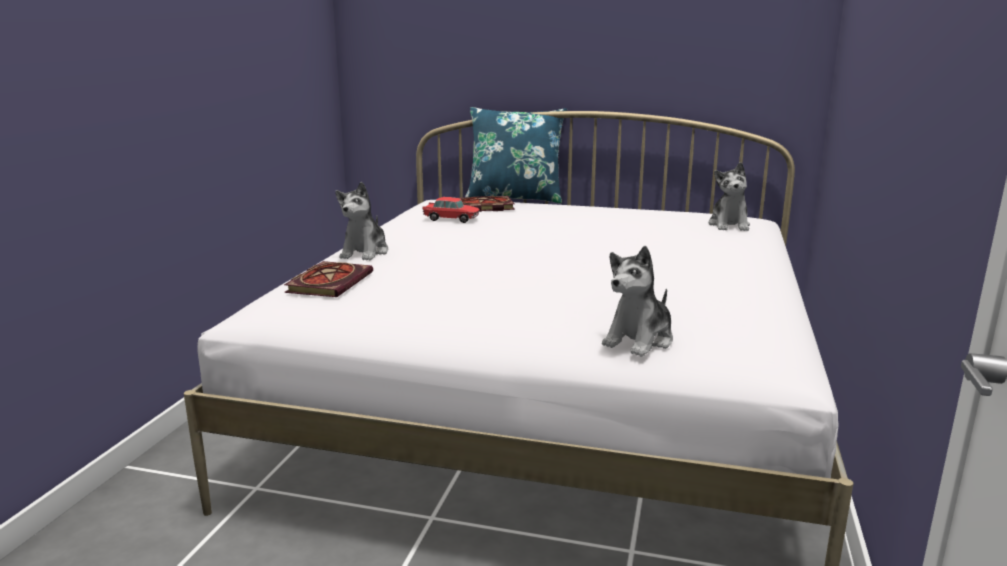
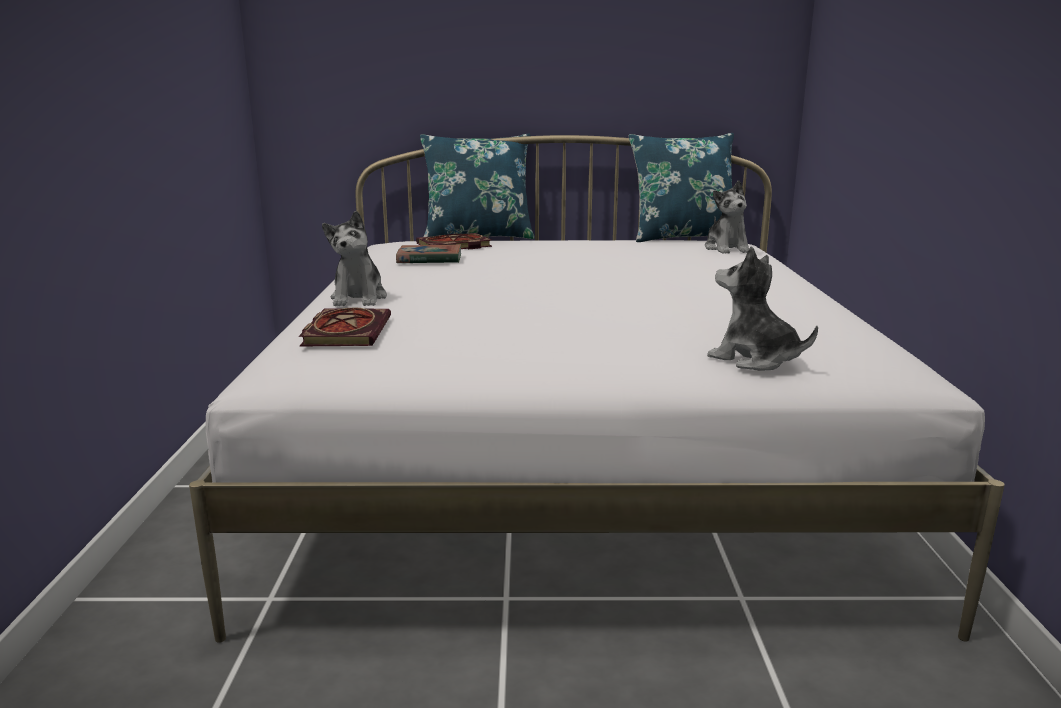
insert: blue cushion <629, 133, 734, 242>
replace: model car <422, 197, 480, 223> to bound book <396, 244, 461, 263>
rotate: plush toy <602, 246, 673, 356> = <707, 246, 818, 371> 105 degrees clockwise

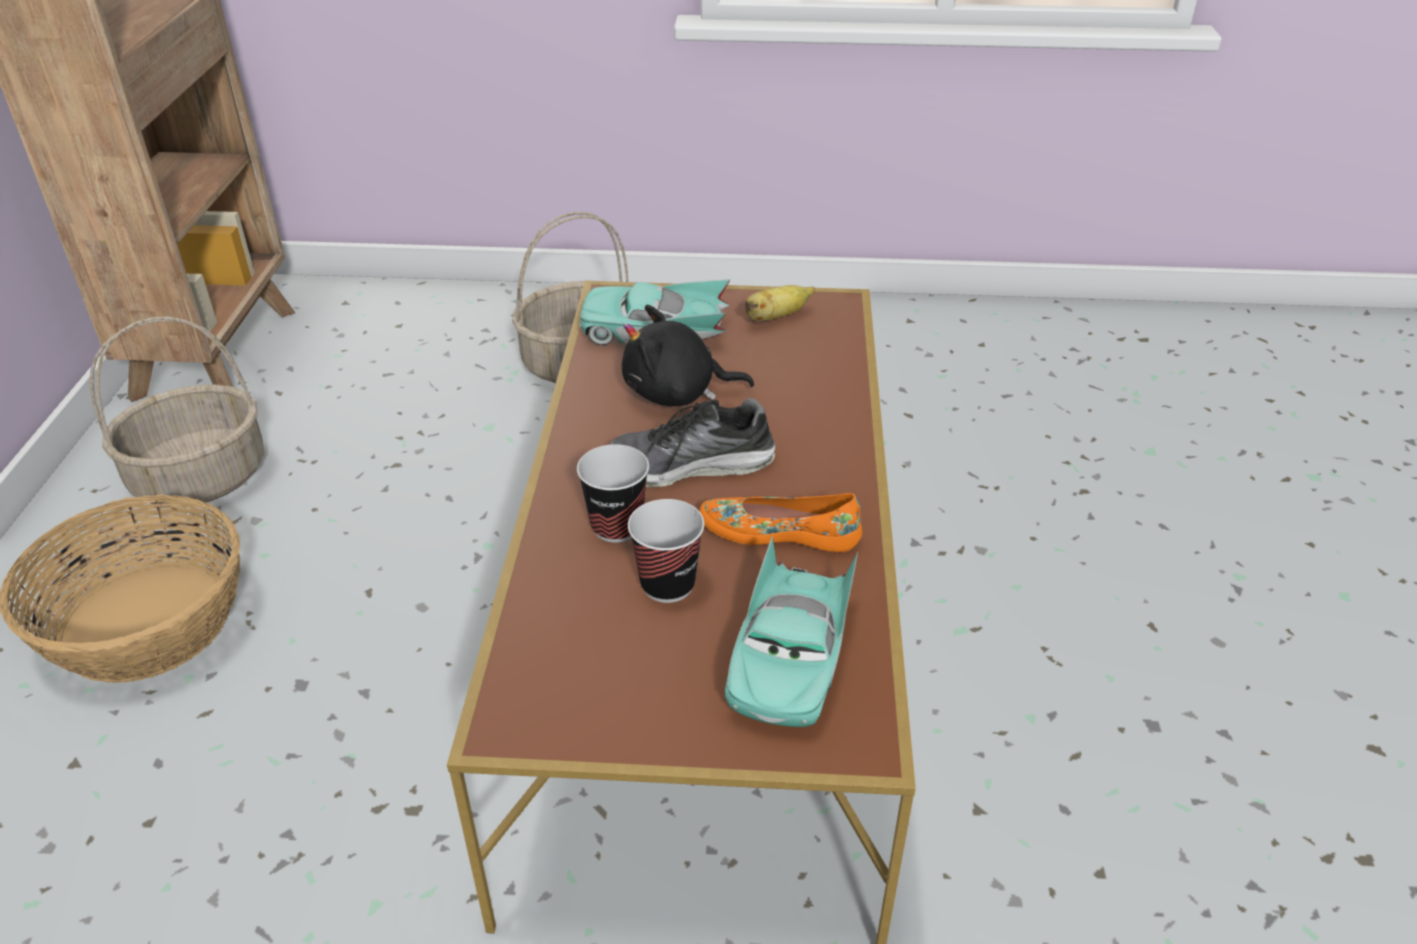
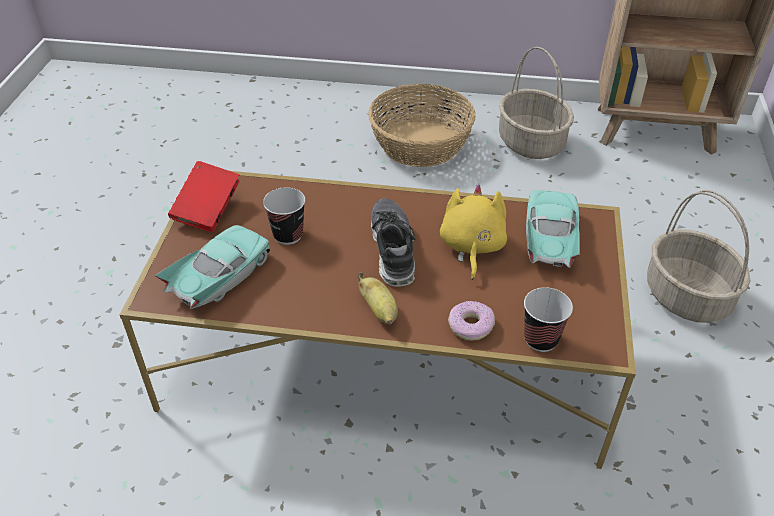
delete: orange item of footwear <699, 493, 862, 552>
insert: red bound book <168, 161, 240, 232>; donut <448, 301, 495, 341>
move: whole banana <745, 285, 815, 321> to <357, 272, 398, 325>; drinking cup <577, 444, 649, 543> to <524, 287, 573, 352>
recolor: black plush toy <622, 305, 754, 406> to yellow plush toy <440, 184, 507, 280>
rotate: turquoise-coloured model car <725, 535, 858, 727> = <155, 225, 270, 309> 105 degrees clockwise

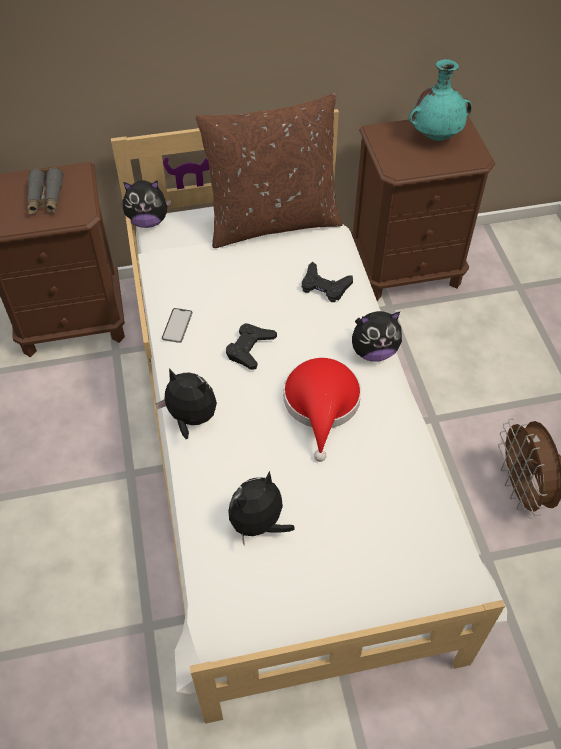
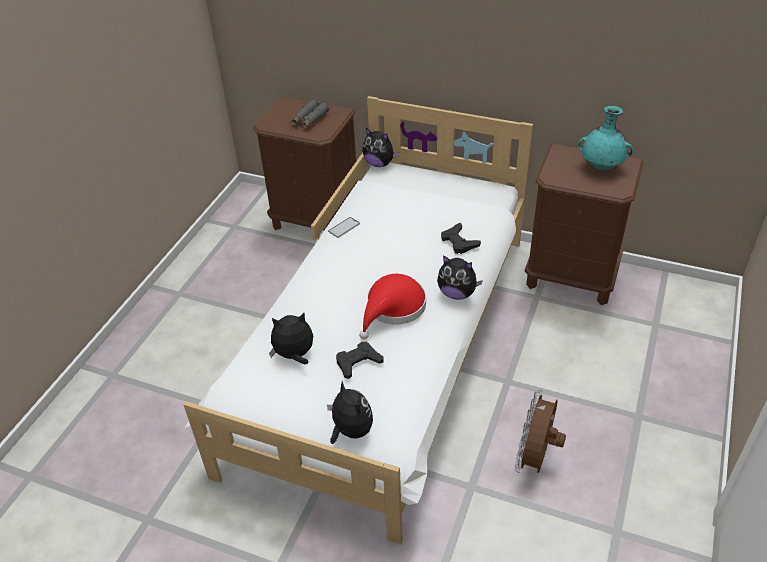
delete: brownish cushion <196, 93, 343, 248>
move: plush toy <156, 368, 217, 439> to <327, 381, 373, 444>; black joypad <226, 323, 277, 370> to <336, 342, 384, 379>

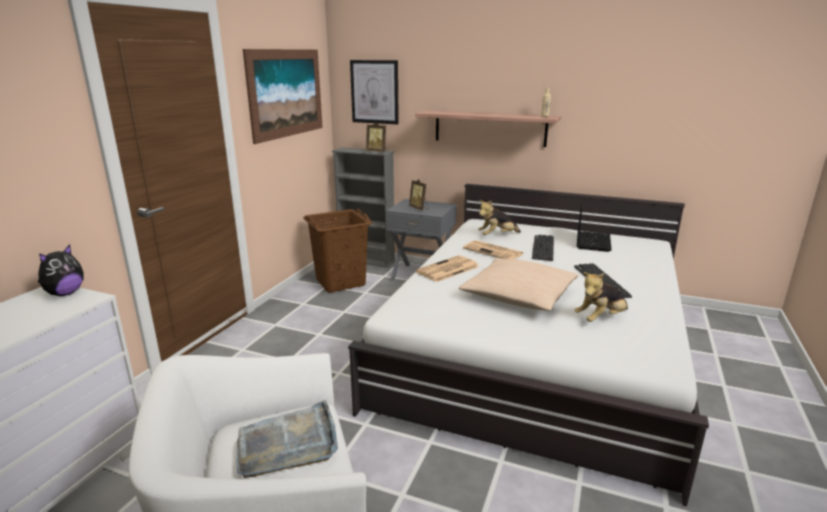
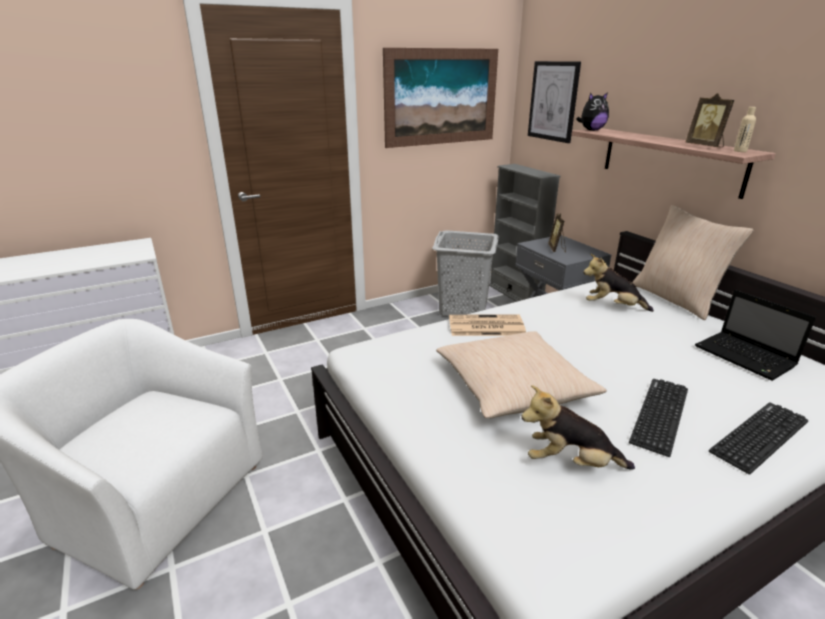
delete: greyish tray <236, 400, 338, 478>; daily paper <463, 240, 524, 259>
insert: sand-coloured cushion <632, 205, 754, 320>
move: plush toy <38, 245, 84, 296> to <576, 92, 609, 131>; standing frame <366, 122, 387, 152> to <686, 93, 734, 147>; keyboard <532, 235, 554, 261> to <709, 403, 808, 474>
recolor: brownish washing basket <303, 209, 372, 293> to greyish washing basket <432, 230, 499, 316>
rotate: laptop <577, 202, 612, 252> = <695, 290, 816, 381> 90 degrees clockwise

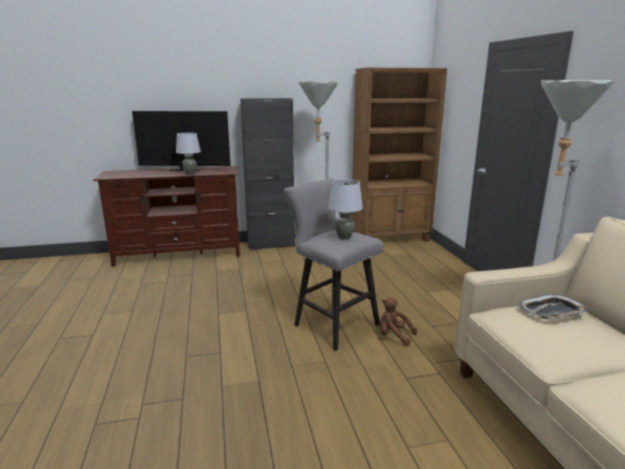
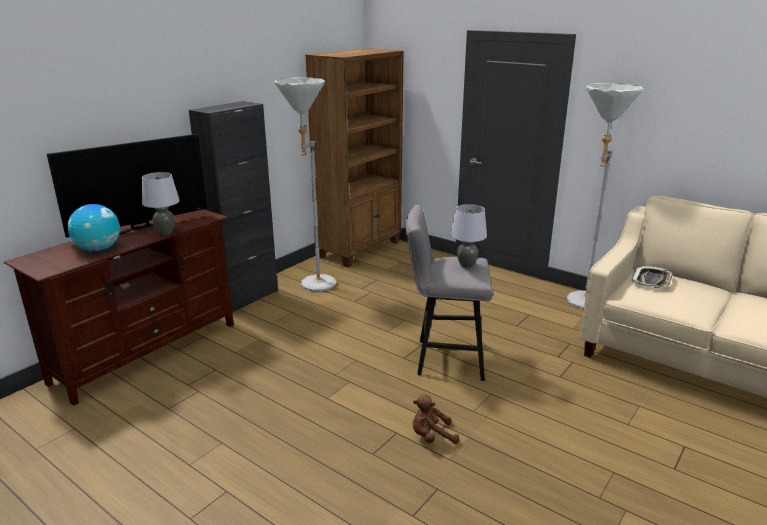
insert: desk globe <68, 204, 121, 252>
move: brownish plush toy <380, 297, 417, 345> to <413, 394, 459, 444>

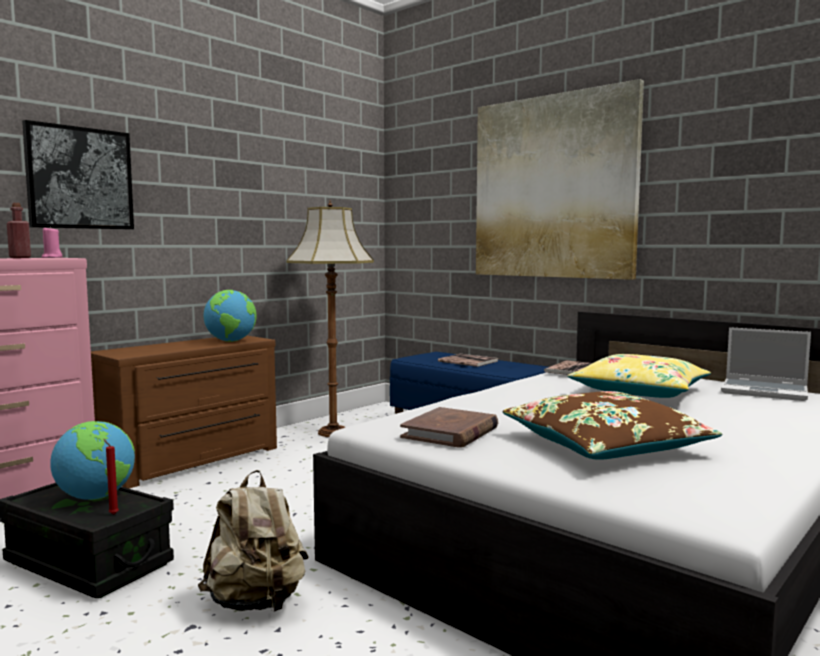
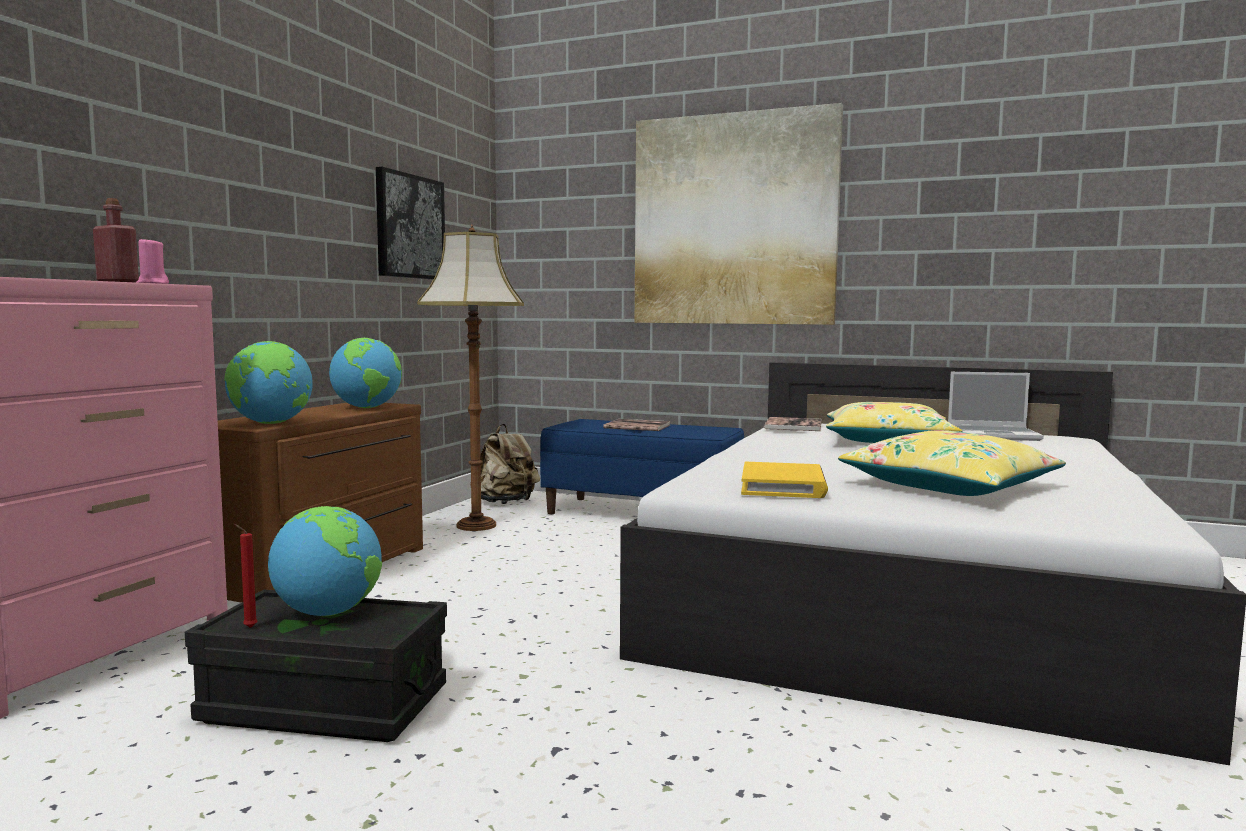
insert: desk globe <224, 341, 313, 424>
move: red wax light <103, 439, 119, 514> to <234, 524, 258, 628>; wall picture <22, 120, 134, 229> to <376, 167, 445, 279>; sand-coloured knapsack <198, 470, 309, 612> to <470, 424, 540, 504>
recolor: brownish bound book <400, 407, 498, 448> to yellow bound book <741, 462, 828, 498>; brownish cushion <503, 391, 722, 460> to yellow cushion <838, 430, 1066, 496>

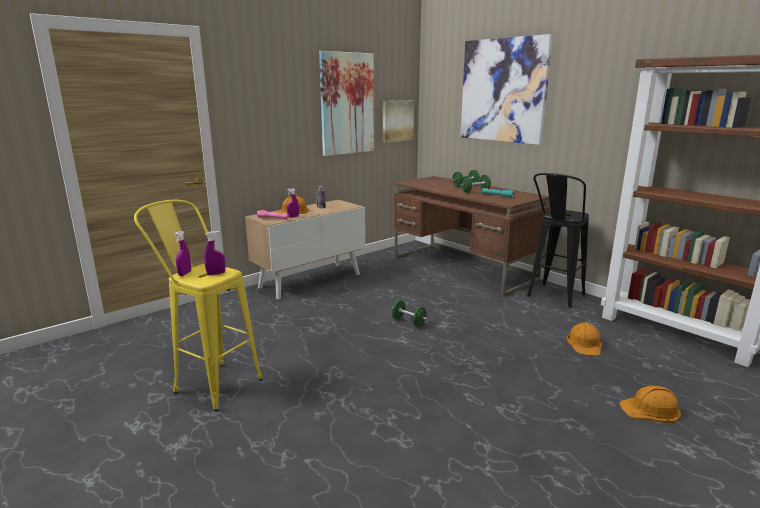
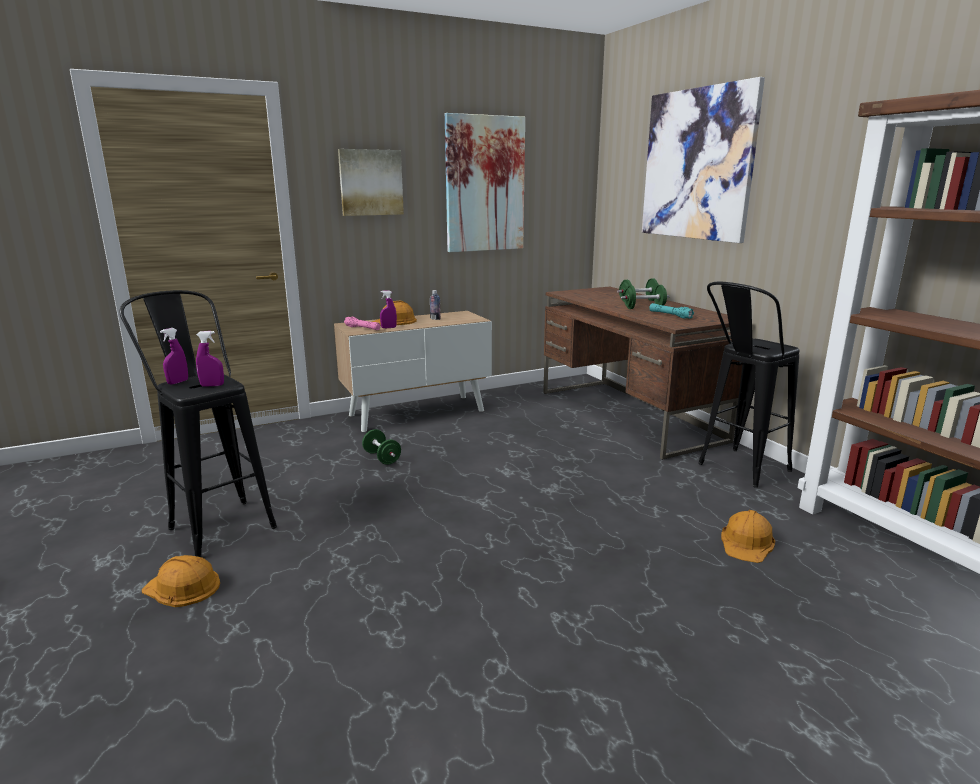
move: orange hard hat <619, 386, 681, 423> to <142, 555, 220, 607>; wall picture <383, 100, 414, 143> to <338, 149, 404, 216>; greenish hand weight <392, 300, 427, 327> to <362, 429, 401, 465>
recolor: yellow sitting stool <134, 200, 263, 411> to black sitting stool <120, 290, 277, 557>

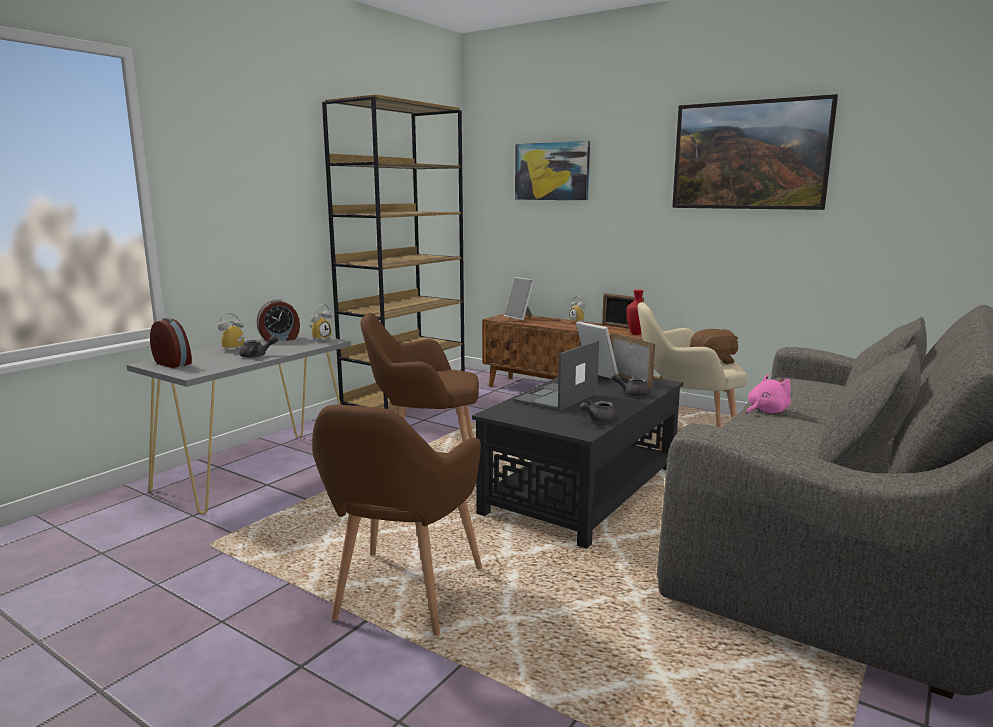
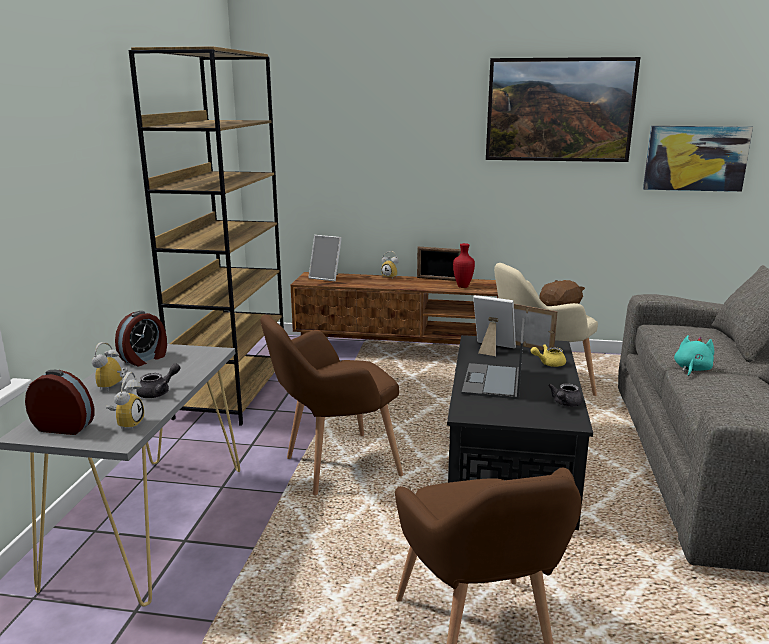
move: alarm clock <309, 304, 332, 340> to <106, 372, 144, 430>; wall picture <515, 141, 590, 200> to <643, 126, 753, 192>
recolor: greyish tea pot <611, 374, 650, 397> to yellow tea pot <531, 344, 566, 367>; pink plush toy <746, 374, 791, 414> to turquoise-coloured plush toy <674, 335, 714, 377>

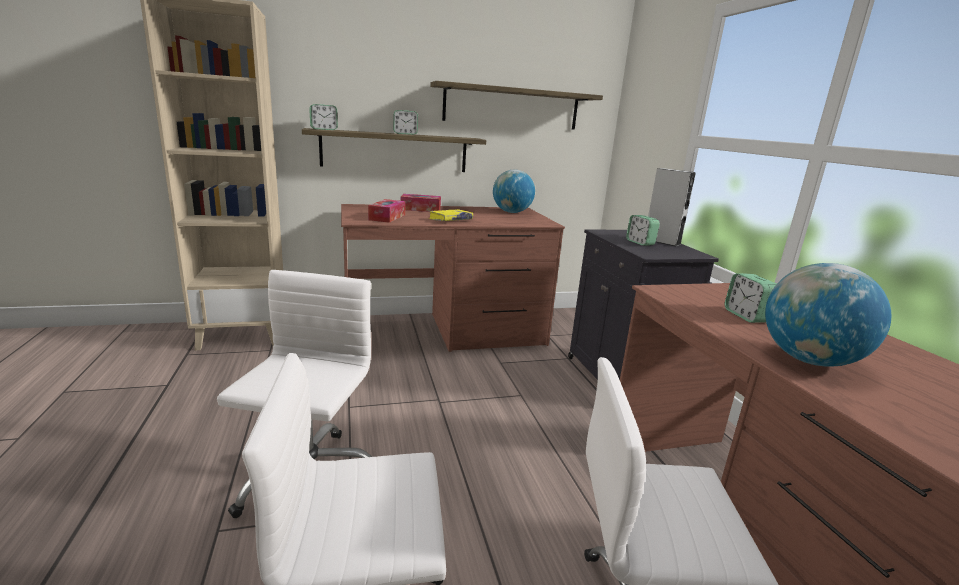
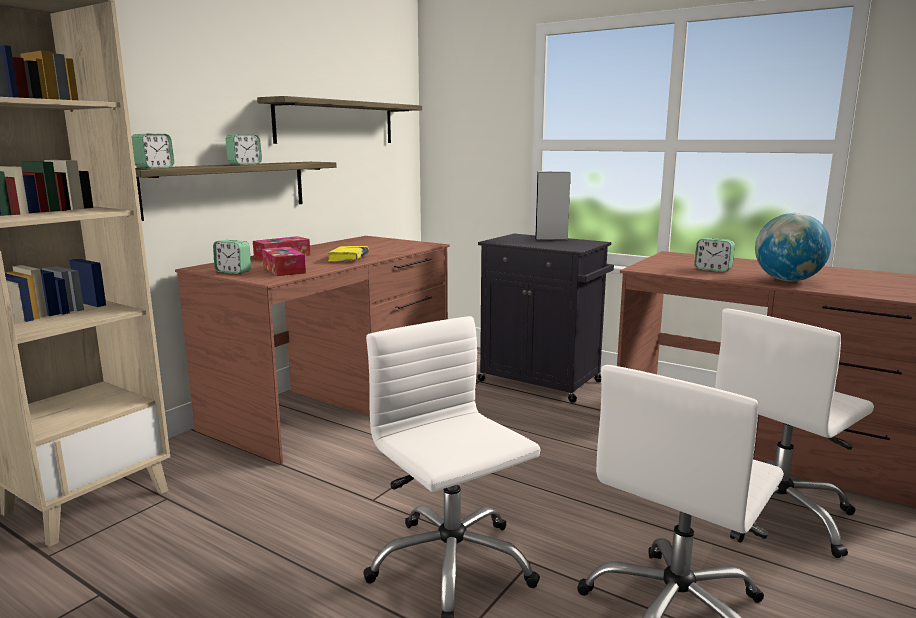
delete: desk globe <493, 170, 535, 213>
move: alarm clock <626, 215, 660, 246> to <213, 240, 251, 274>

